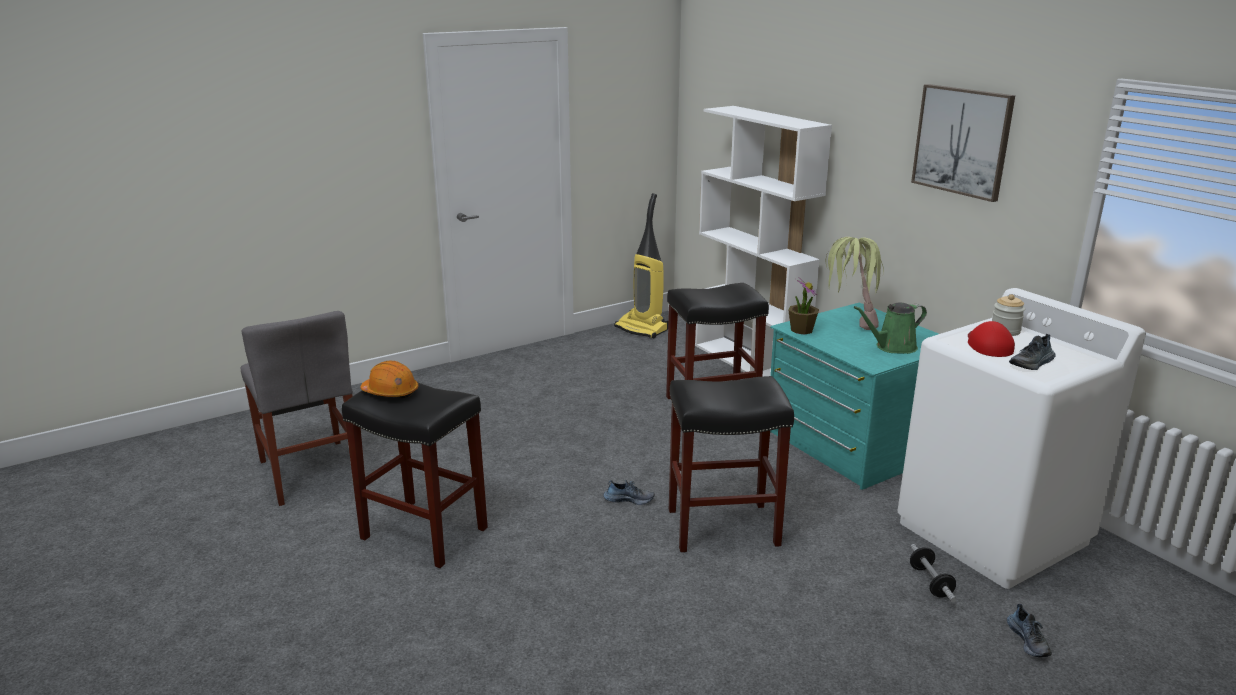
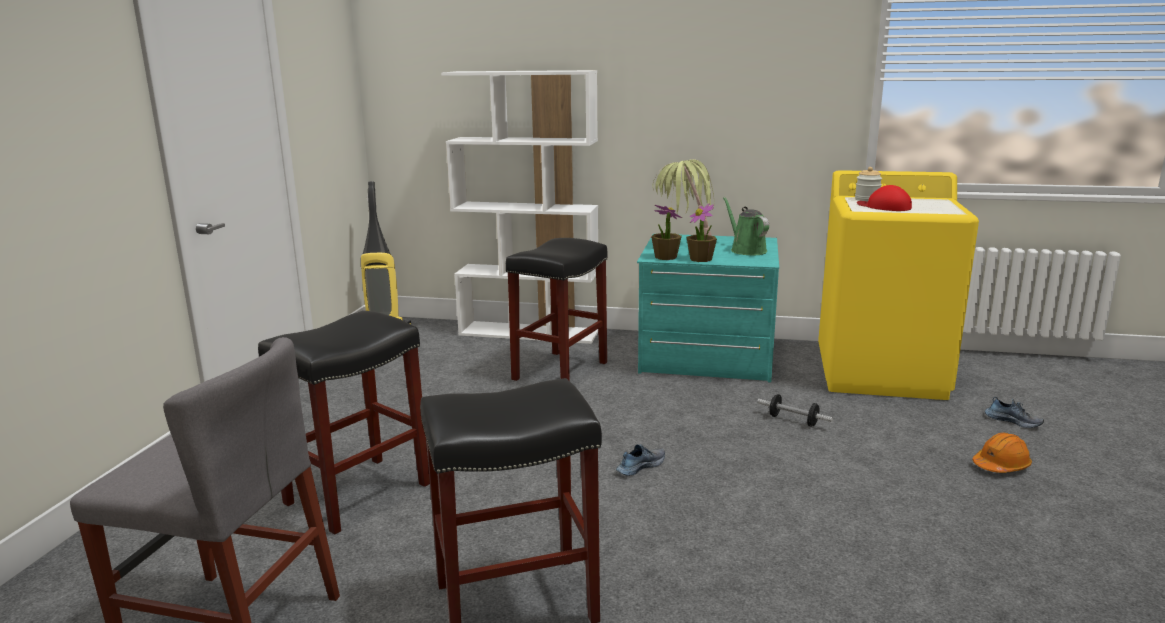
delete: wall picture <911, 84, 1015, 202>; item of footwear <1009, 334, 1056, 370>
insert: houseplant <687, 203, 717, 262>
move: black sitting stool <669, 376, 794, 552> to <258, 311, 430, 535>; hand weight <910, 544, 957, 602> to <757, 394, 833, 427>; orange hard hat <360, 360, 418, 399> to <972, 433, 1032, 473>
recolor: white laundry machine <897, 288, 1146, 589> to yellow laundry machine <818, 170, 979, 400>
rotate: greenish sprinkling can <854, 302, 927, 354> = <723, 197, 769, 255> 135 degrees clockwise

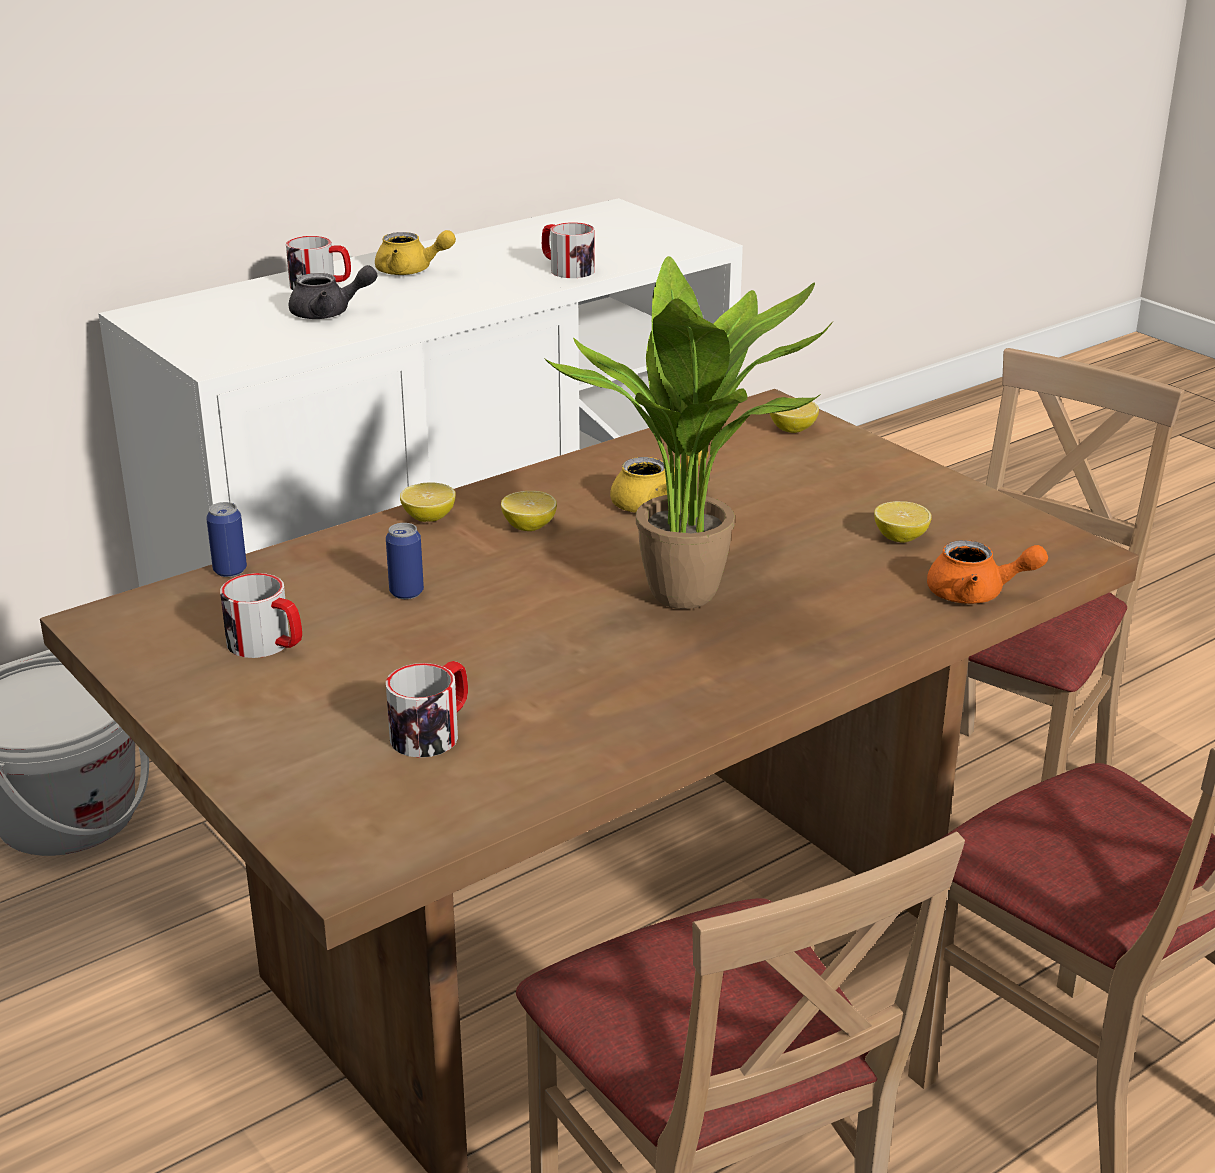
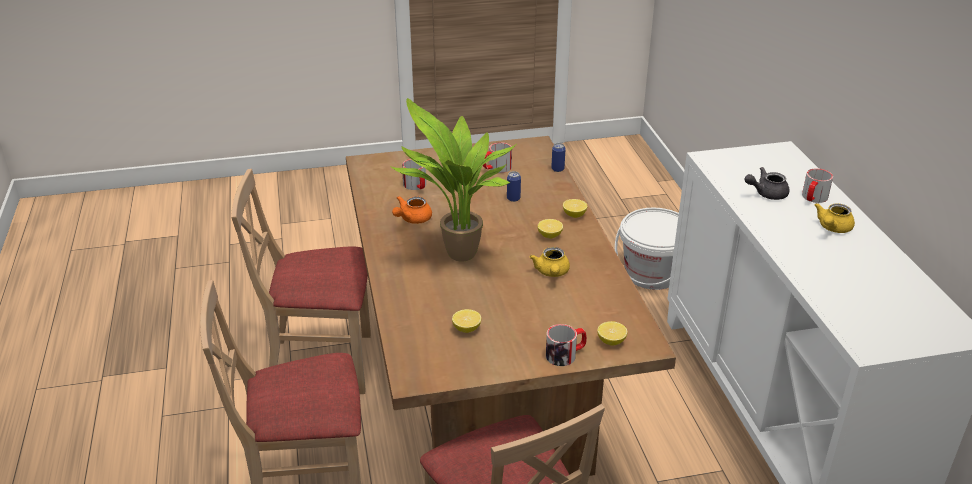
move: orange tea pot <927, 540, 1048, 604> to <392, 196, 432, 224>; coffee mug <542, 222, 595, 278> to <546, 324, 587, 366>
rotate: greyish tea pot <289, 265, 378, 319> = <745, 167, 789, 200> 60 degrees clockwise

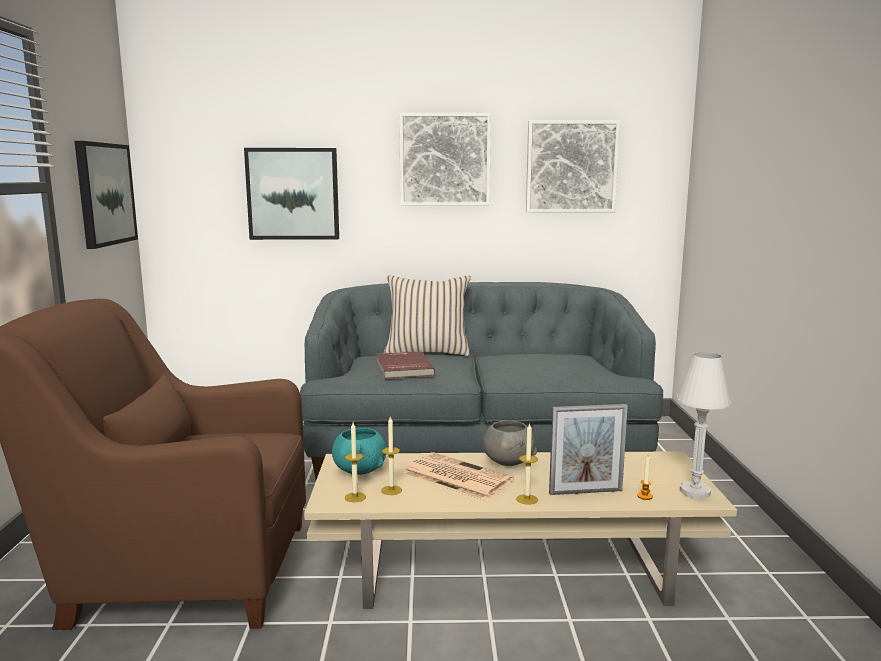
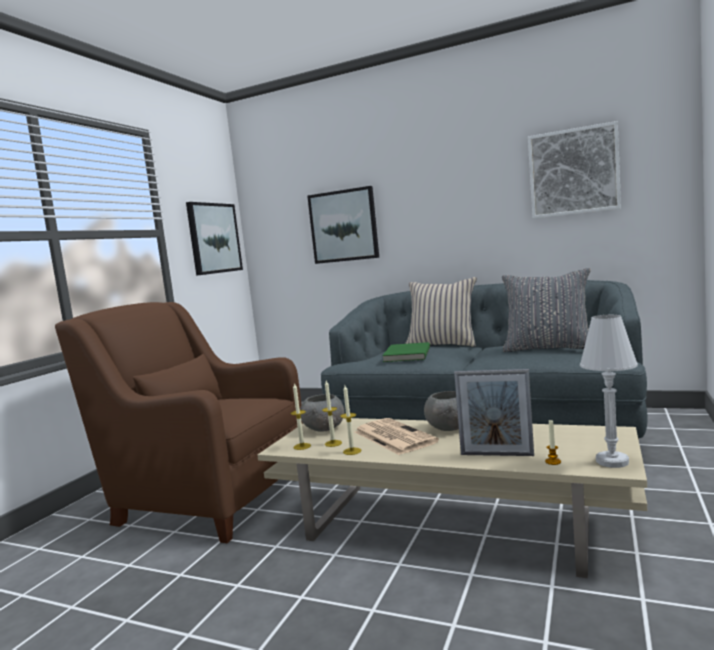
delete: wall picture <399, 113, 491, 206>
insert: greyish cushion <502, 268, 590, 352>
move: wax light <517, 423, 538, 505> to <340, 386, 361, 455>
recolor: turquoise-coloured bowl <332, 428, 386, 475> to greyish bowl <300, 394, 344, 432>; red bound book <377, 351, 435, 379> to greenish bound book <382, 342, 430, 362>

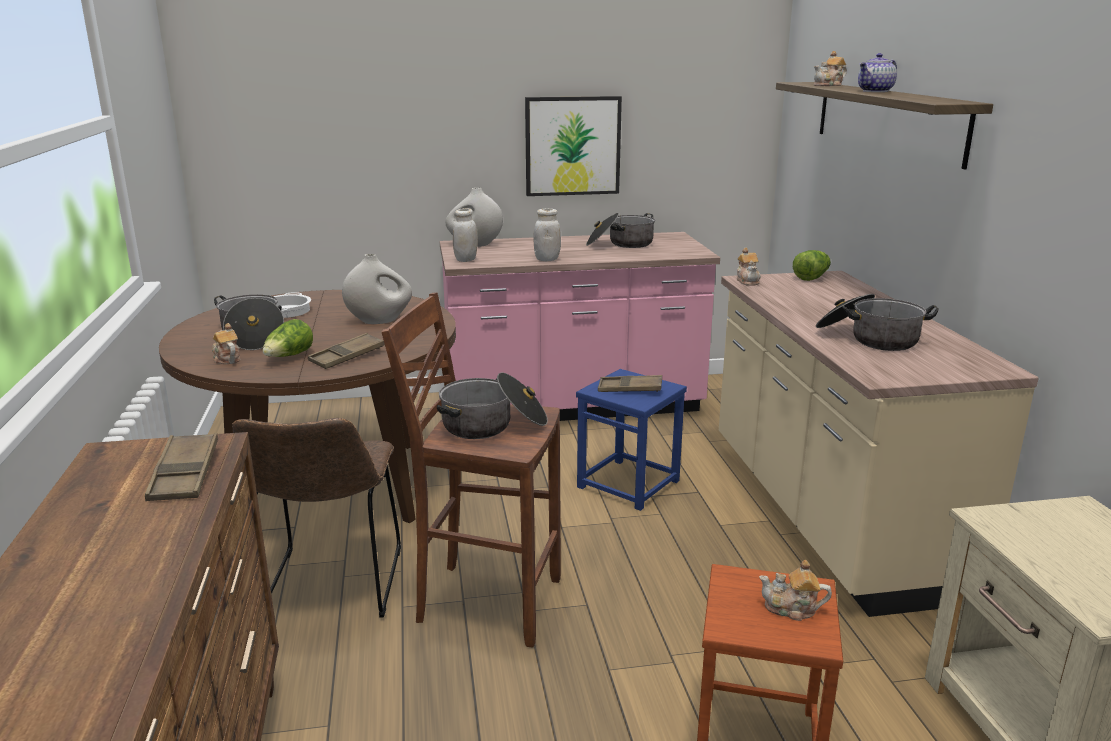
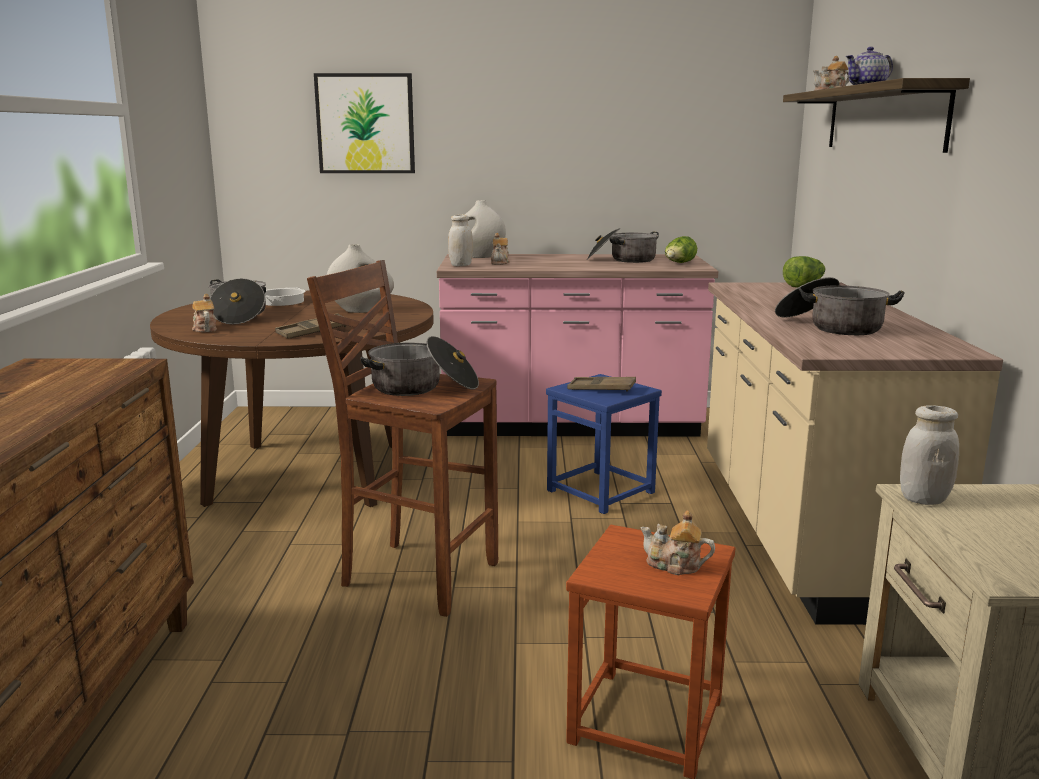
delete: brownish tray <145, 433, 218, 501>; brownish plain chair <232, 418, 401, 618>
move: wall picture <525, 96, 622, 196> to <314, 73, 415, 173>; tea pot <737, 248, 761, 286> to <491, 233, 510, 265>; lettuce head <263, 319, 313, 357> to <665, 236, 697, 263>; white storage jar <533, 209, 561, 261> to <900, 405, 959, 505>

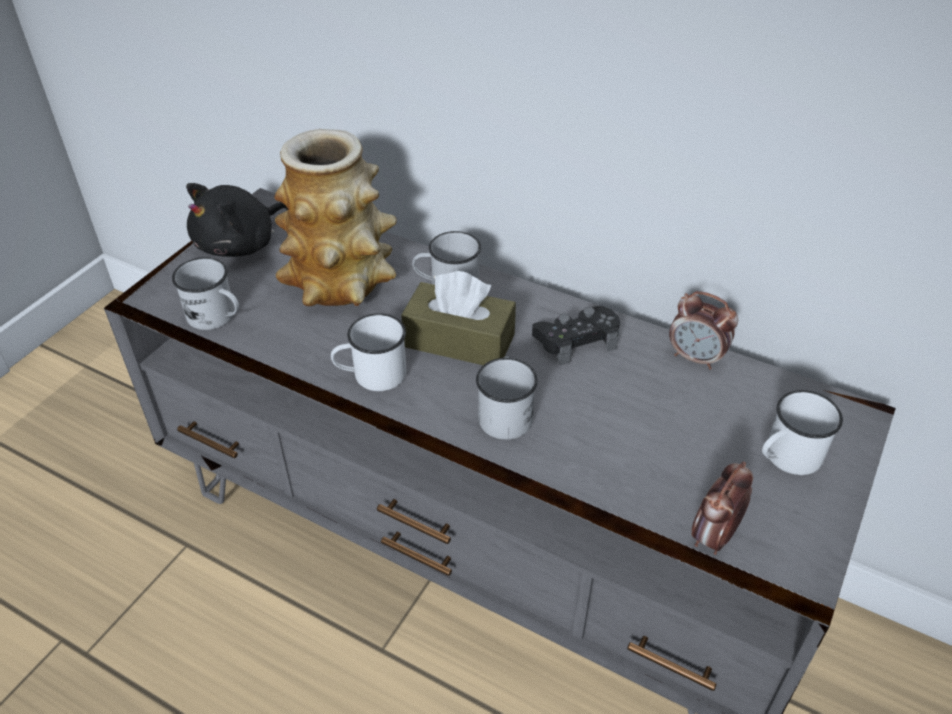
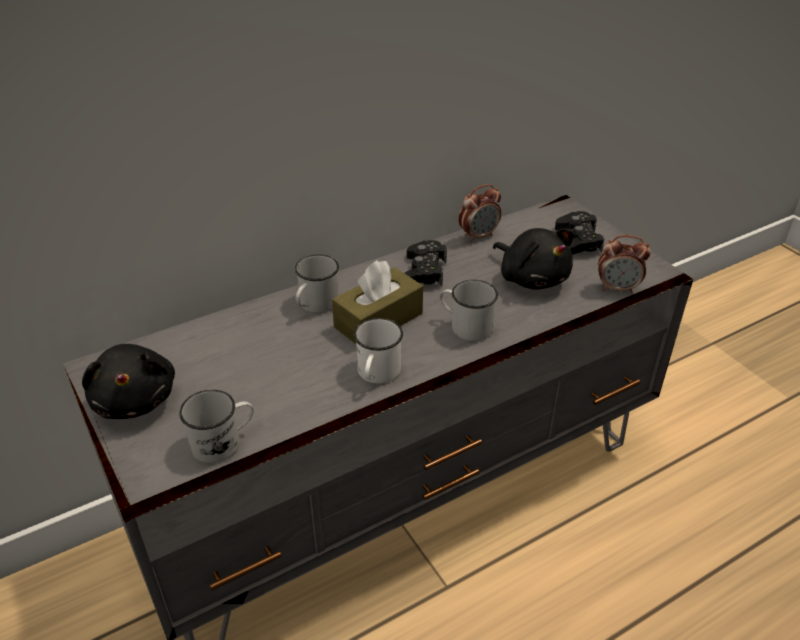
delete: vase <274, 129, 397, 306>
insert: black plush toy <493, 228, 573, 289>
replace: white coffee mug <762, 390, 843, 475> to black joypad <555, 211, 604, 255>
rotate: alarm clock <691, 461, 753, 555> = <598, 235, 651, 293> 60 degrees counterclockwise

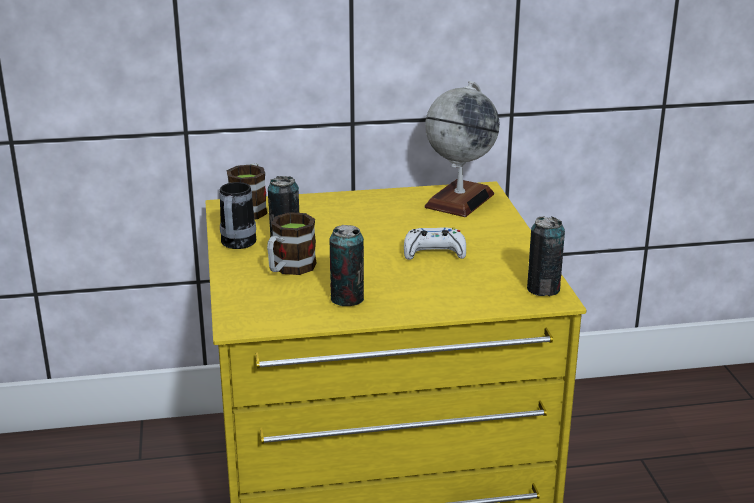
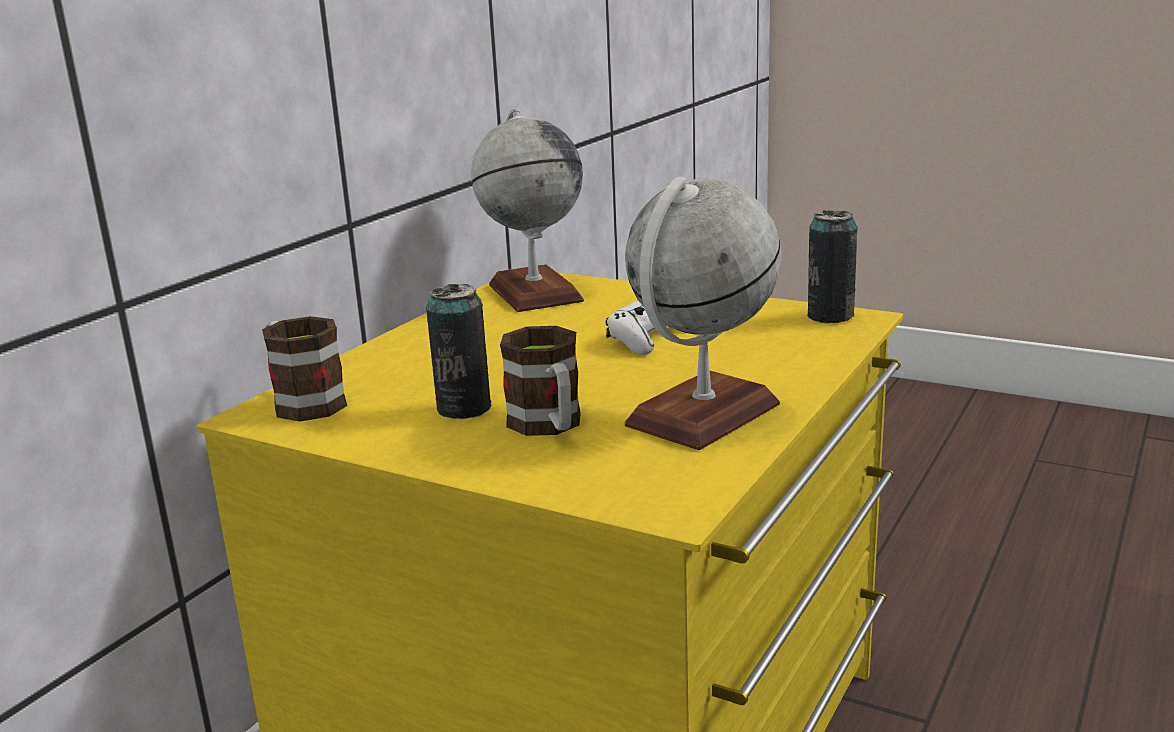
delete: coffee mug <219, 182, 256, 249>
replace: can <330, 225, 364, 306> to desk globe <625, 176, 782, 450>

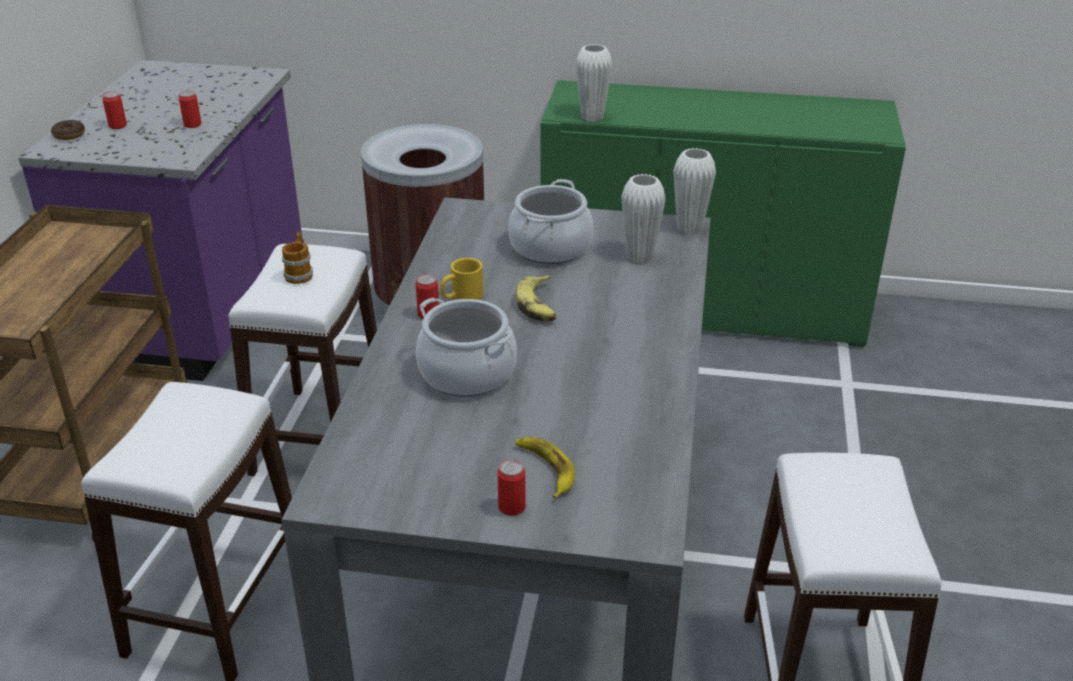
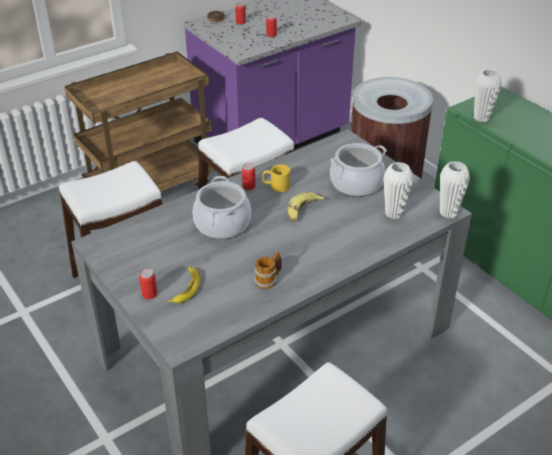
move: coffee mug <282, 232, 313, 284> to <254, 251, 282, 289>

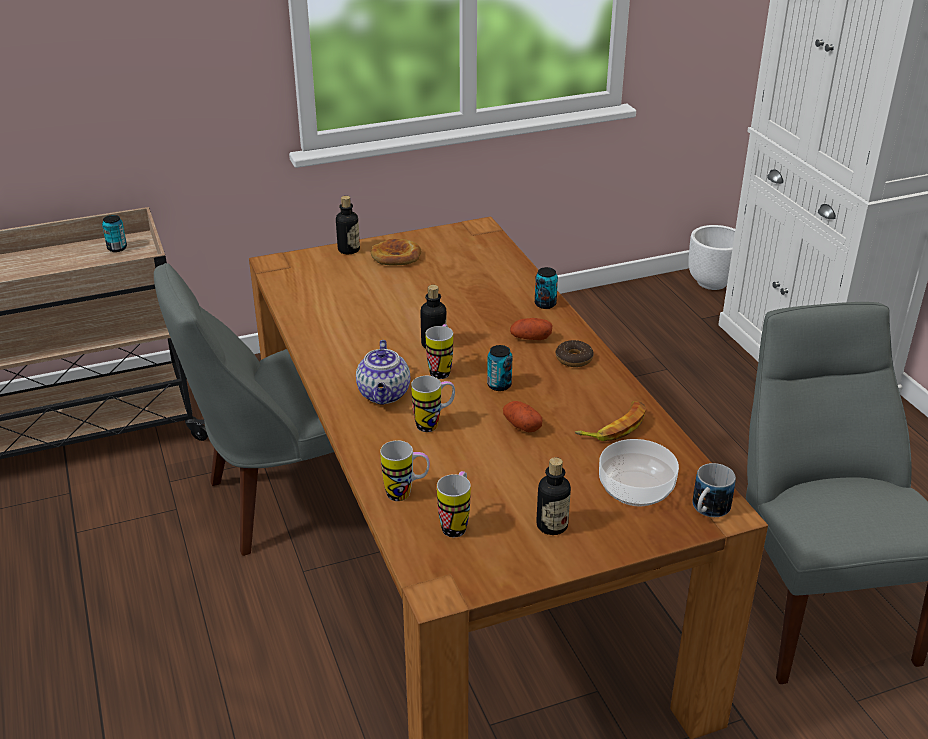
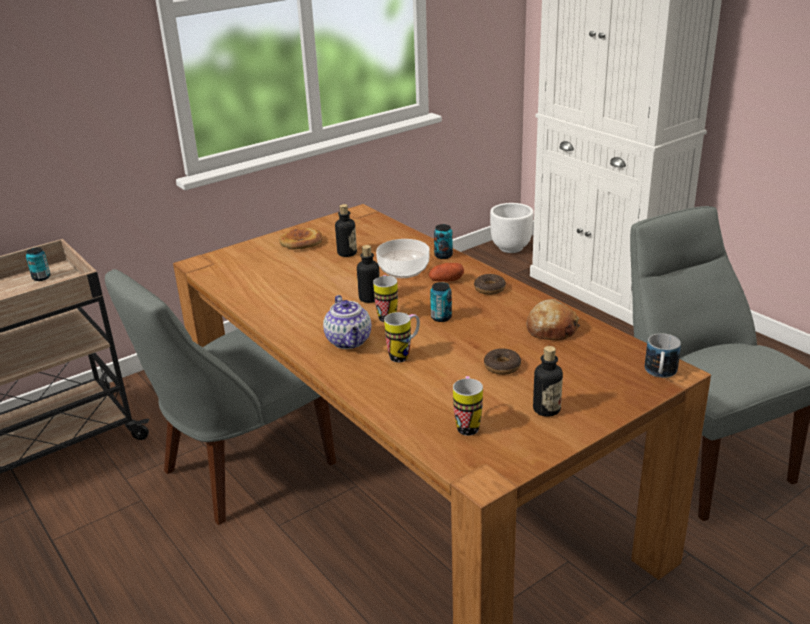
delete: coffee mug <380, 440, 430, 501>; spud <503, 401, 542, 432>
insert: donut <484, 348, 521, 375>
move: beverage bottle <336, 196, 360, 254> to <335, 204, 357, 257>; bowl <599, 439, 679, 507> to <376, 239, 430, 278>
replace: whole banana <575, 401, 646, 441> to bread <526, 299, 580, 340>

